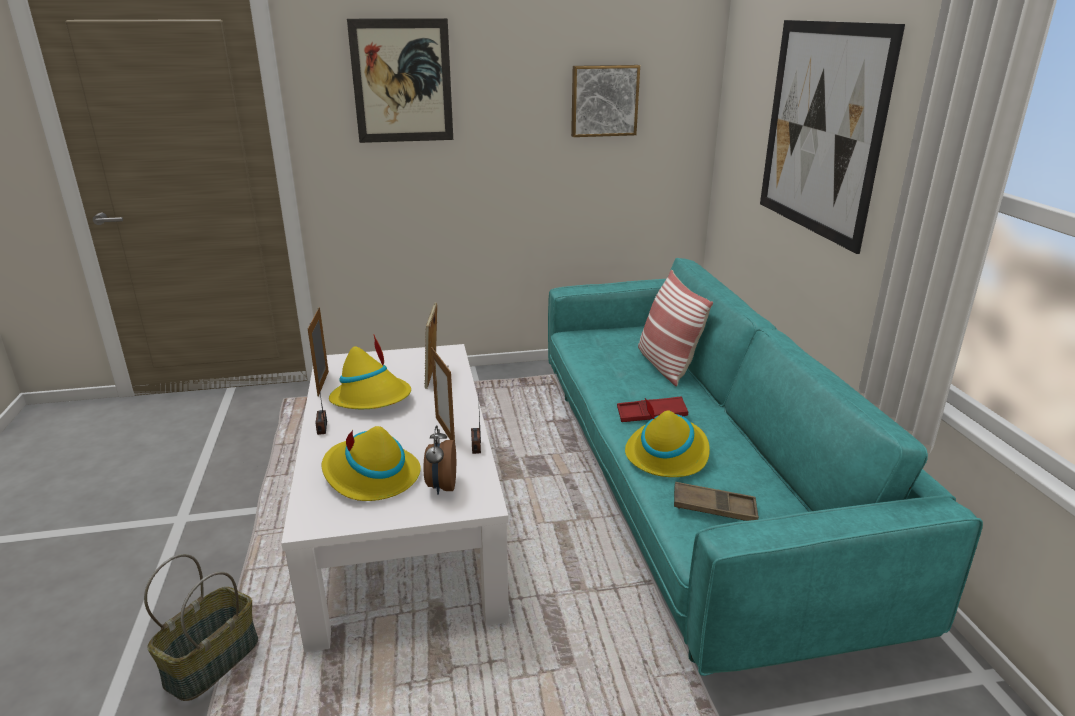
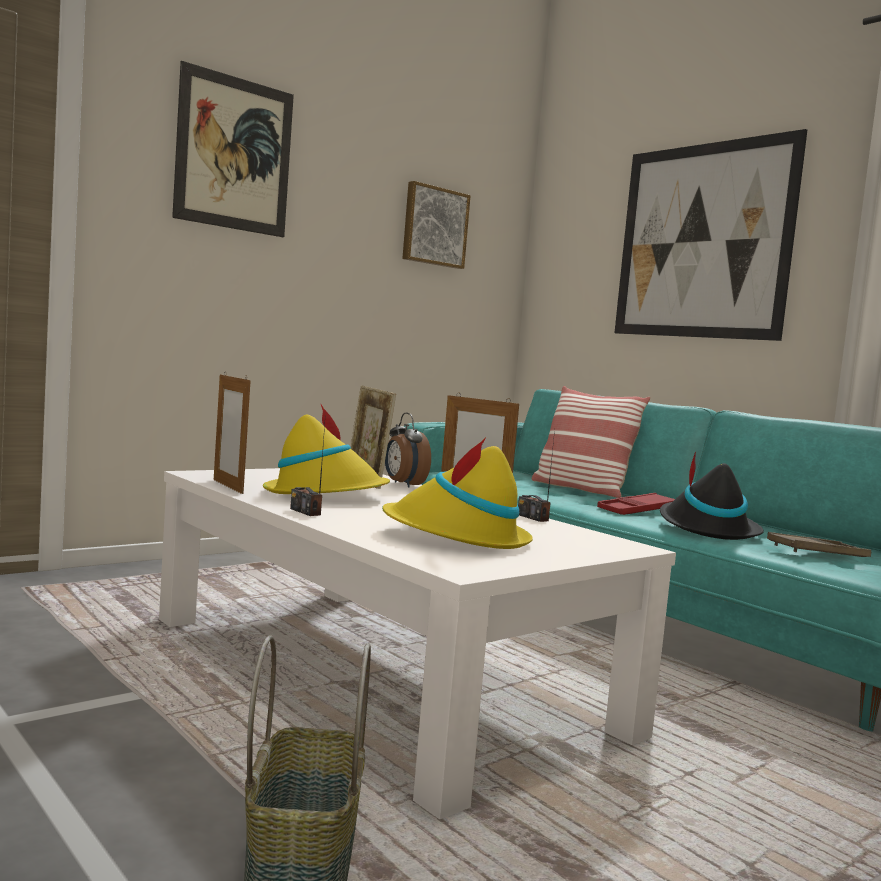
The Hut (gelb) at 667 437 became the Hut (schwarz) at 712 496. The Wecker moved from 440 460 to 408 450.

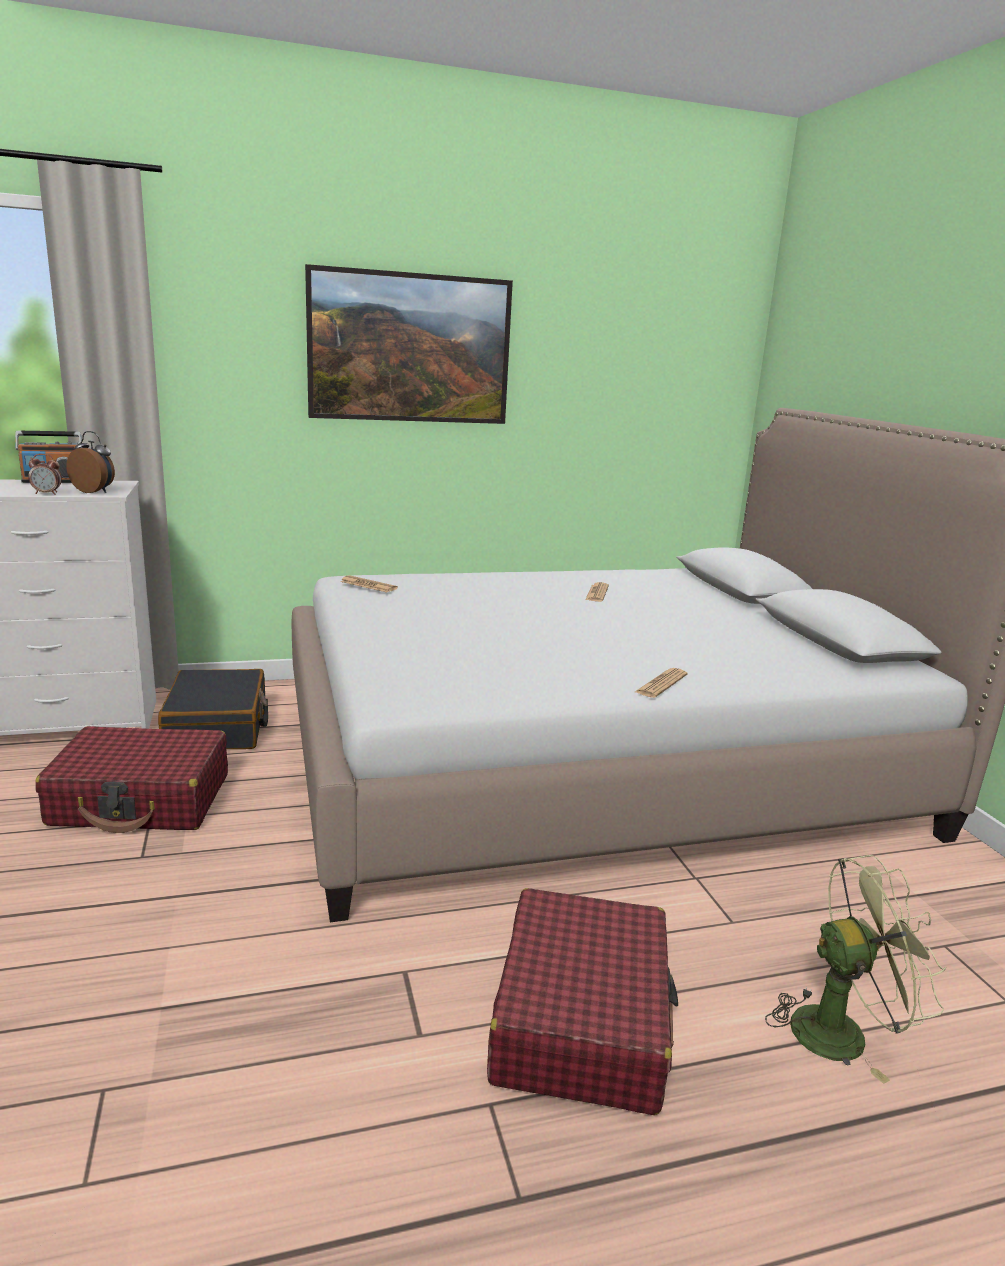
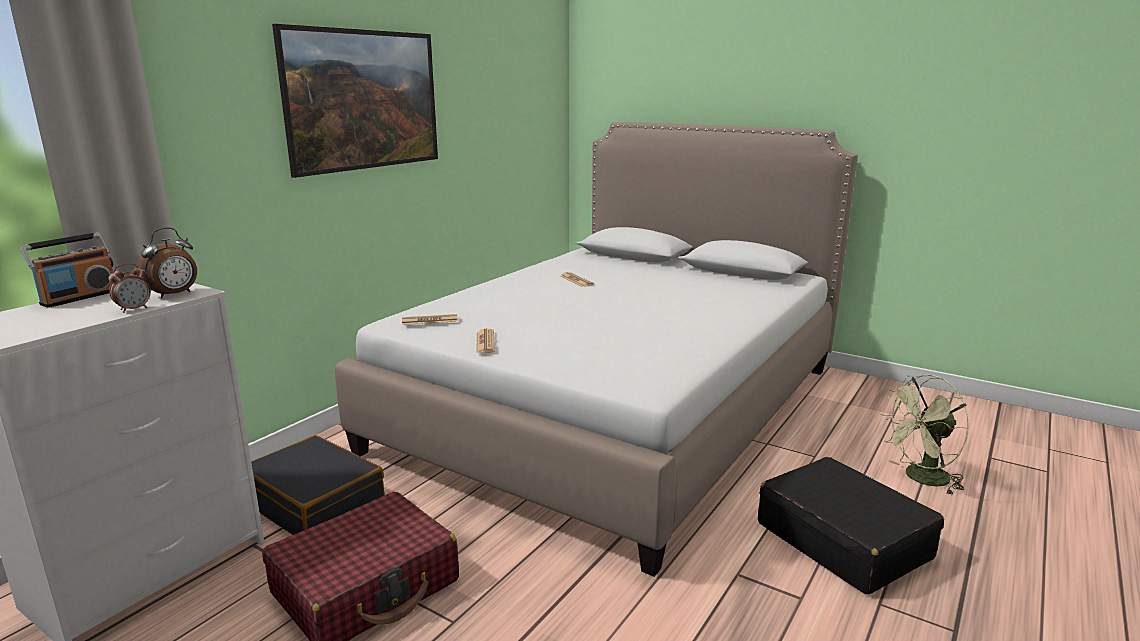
The Wecker at 90 462 turned 150 degrees clockwise. The Zeitung moved from 661 683 to 485 340. The Ventilator (grün) at 855 969 turned 150 degrees counterclockwise. The Koffer (rot) at 582 1001 became the Koffer (schwarz) at 851 526.

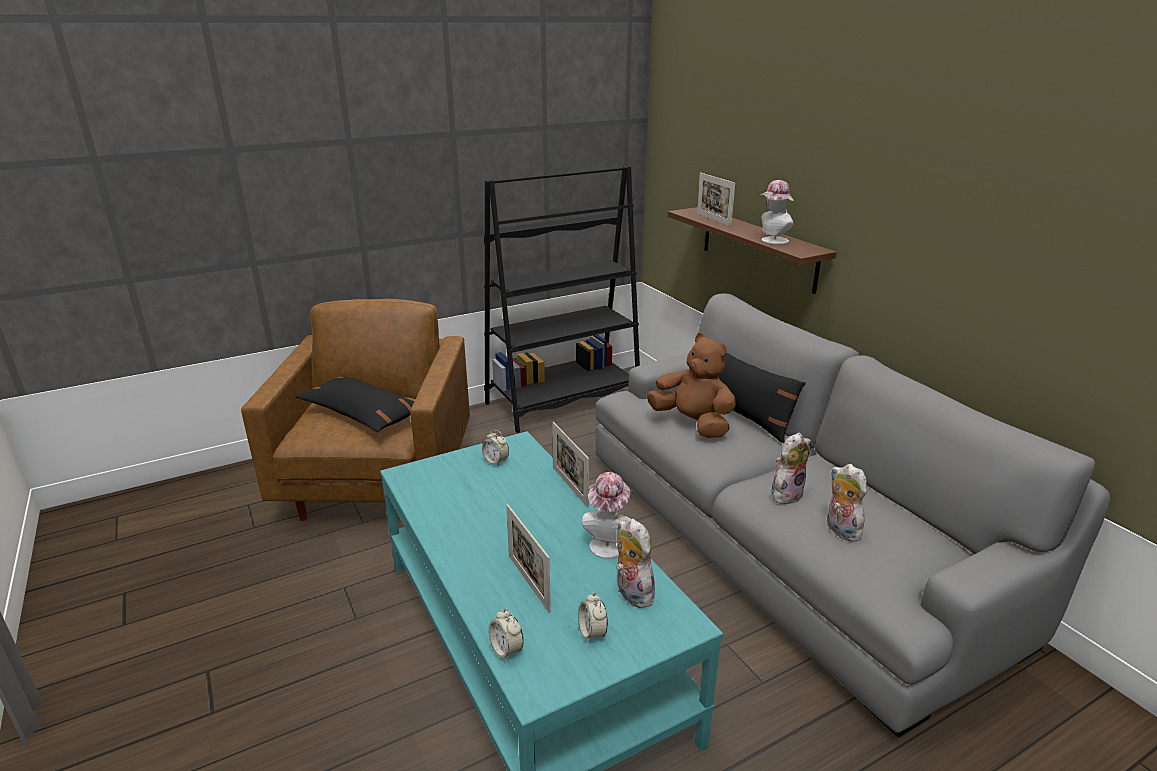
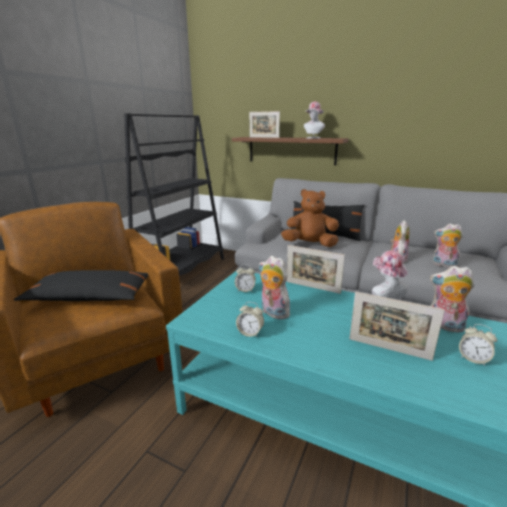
The Wecker moved from 506 634 to 250 319. The Plüschtier at 276 287 appeared.

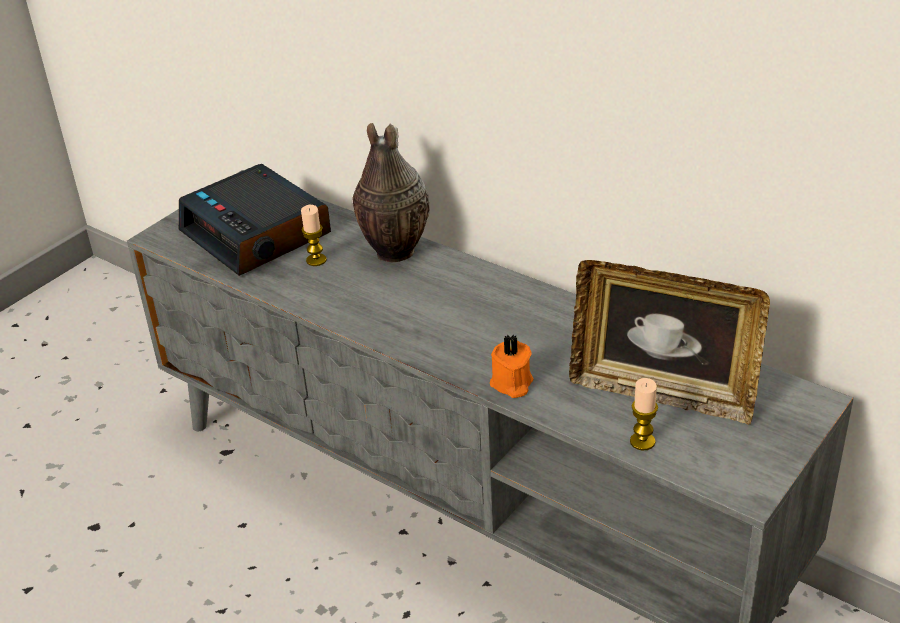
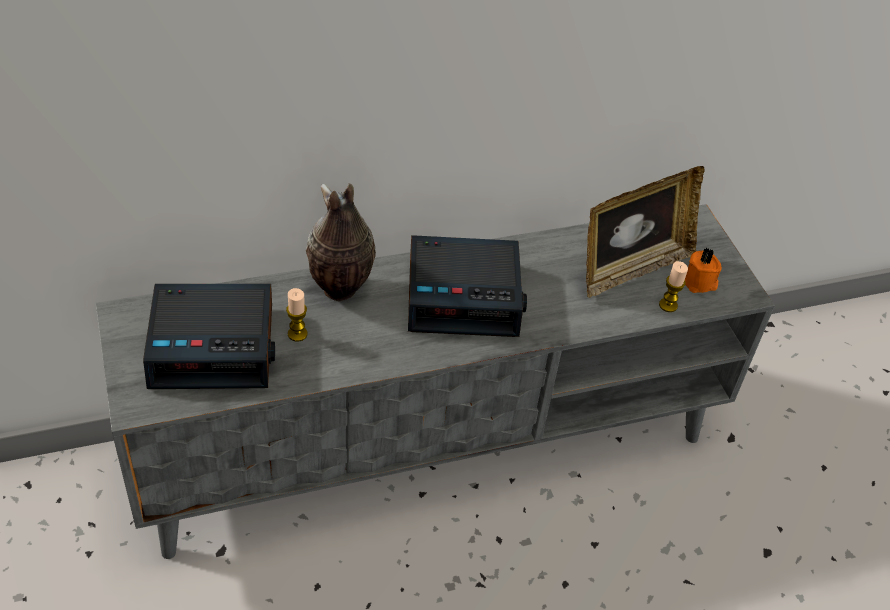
The Kerze (orange) moved from 512 366 to 703 270. The Wecker at 467 286 appeared.

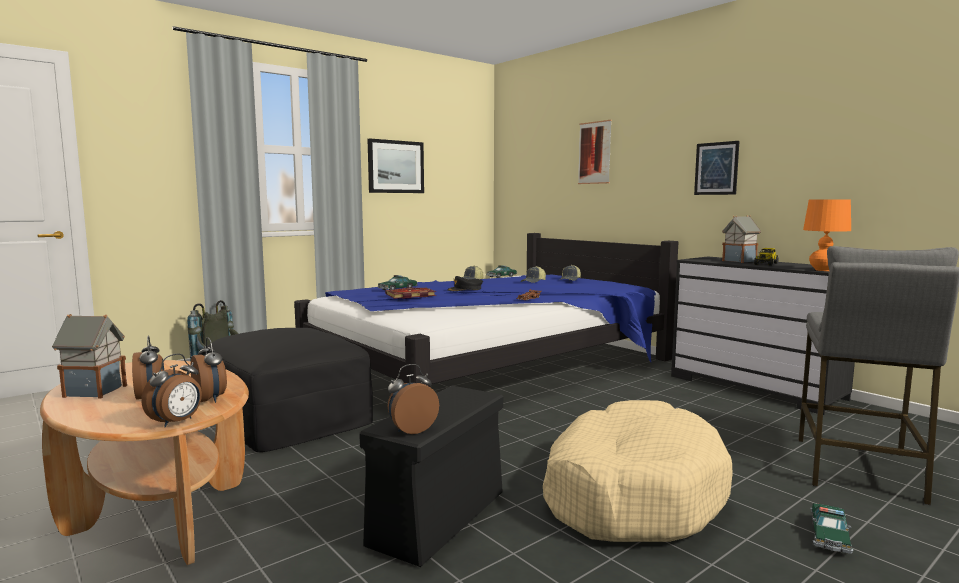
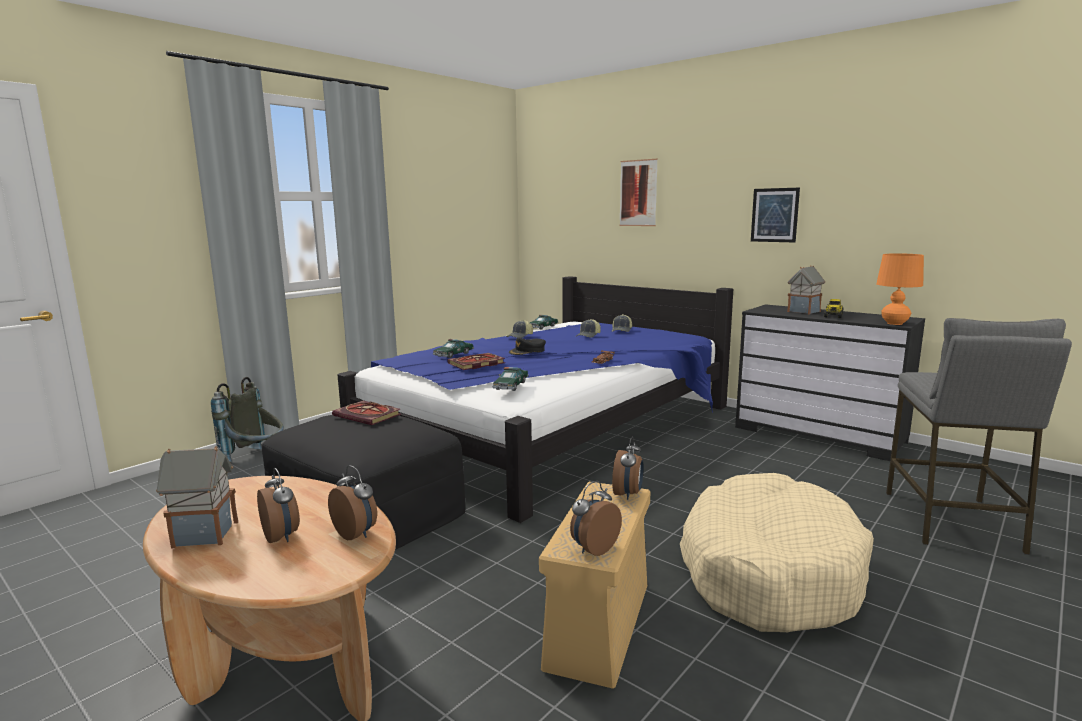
The Bild at 396 165 disappeared. The Wecker moved from 171 390 to 627 468. The Aufbewahrungsbox (schwarz) at 431 476 became the Aufbewahrungsbox (beige) at 594 585. The Spielzeugauto moved from 831 528 to 510 379. The Buch at 366 413 appeared.

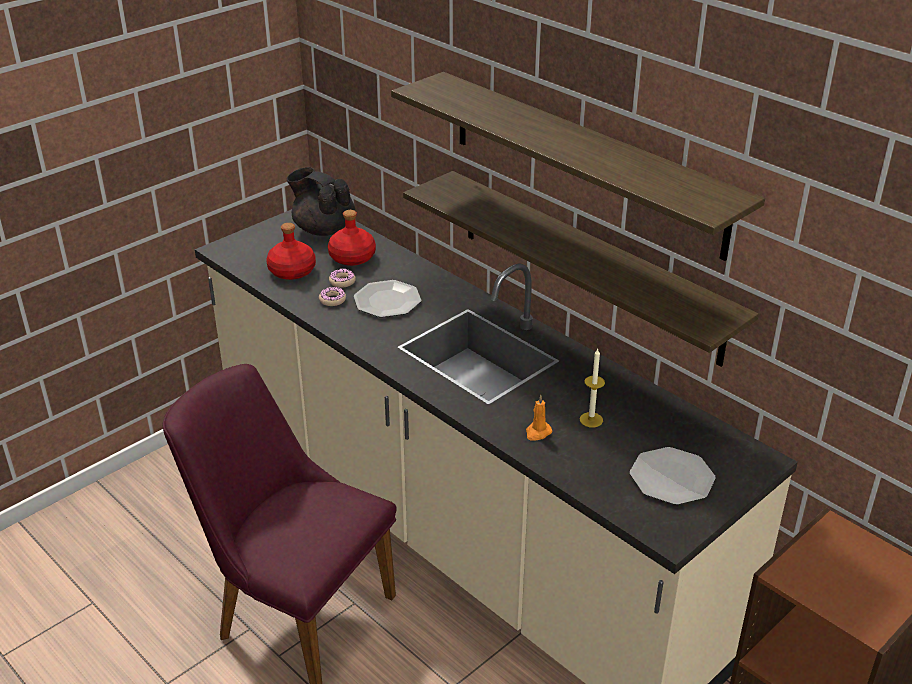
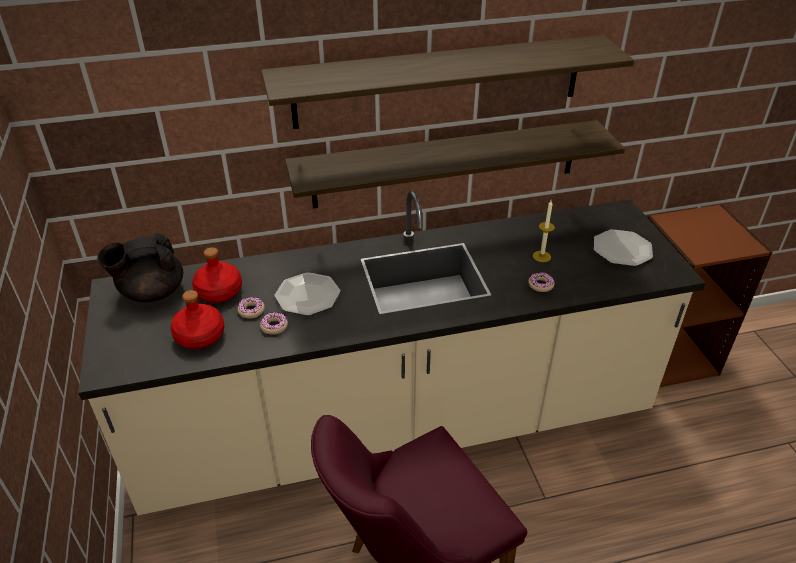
The Kerze (orange) at 539 418 was replaced by the Donut at 541 282.

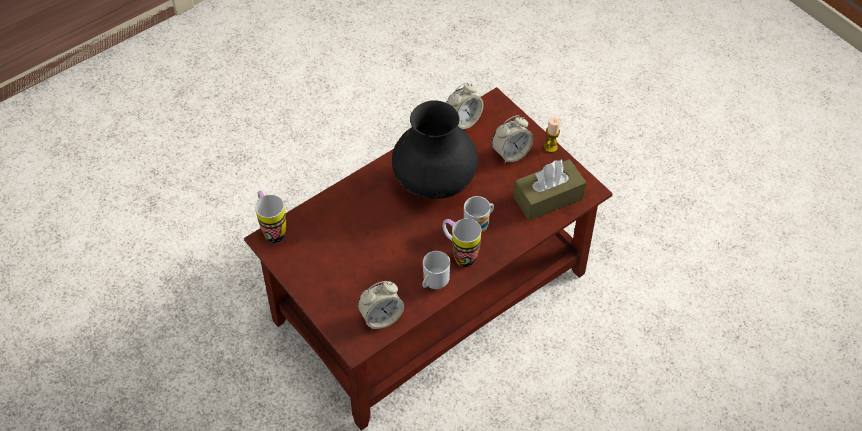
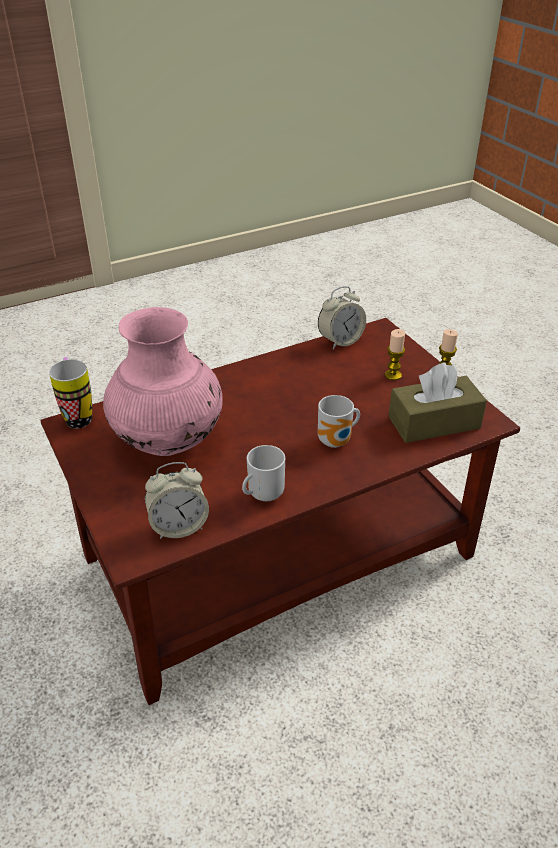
The Vase (schwarz) at 435 149 disappeared. The Wecker at 512 139 was replaced by the Kerze at 395 354. The Henkelbecher at 461 242 disappeared. The Vase (rosa) at 163 381 appeared.

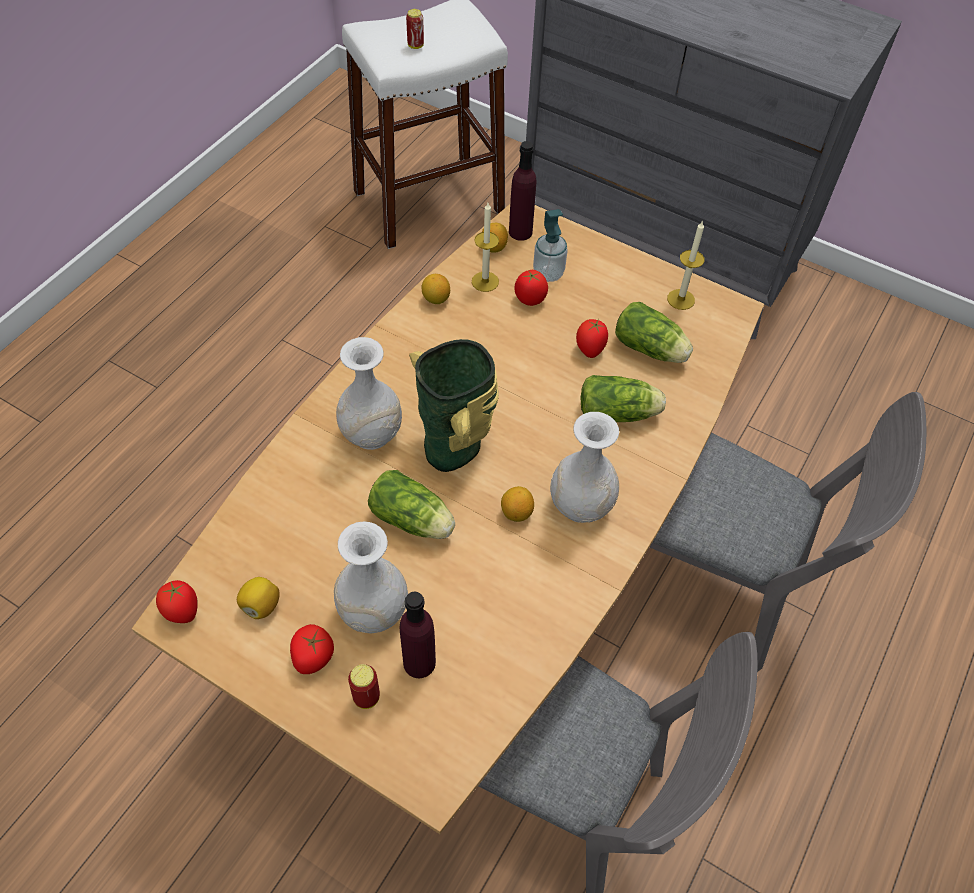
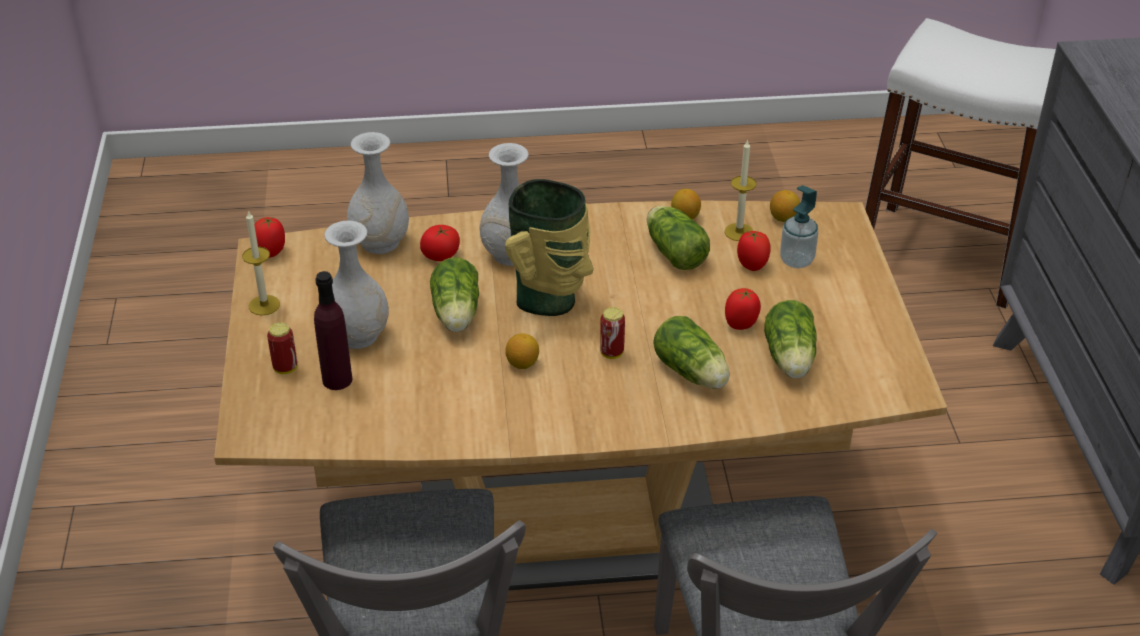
The Dose moved from 415 29 to 612 333. The Flasche (lila) at 522 191 disappeared. The Kerze moved from 685 265 to 261 262. The Vase (weiß) moved from 584 467 to 378 193. The Zitrone at 258 598 disappeared. The Tomate moved from 312 649 to 440 243. The Salatkopf at 678 238 appeared.

